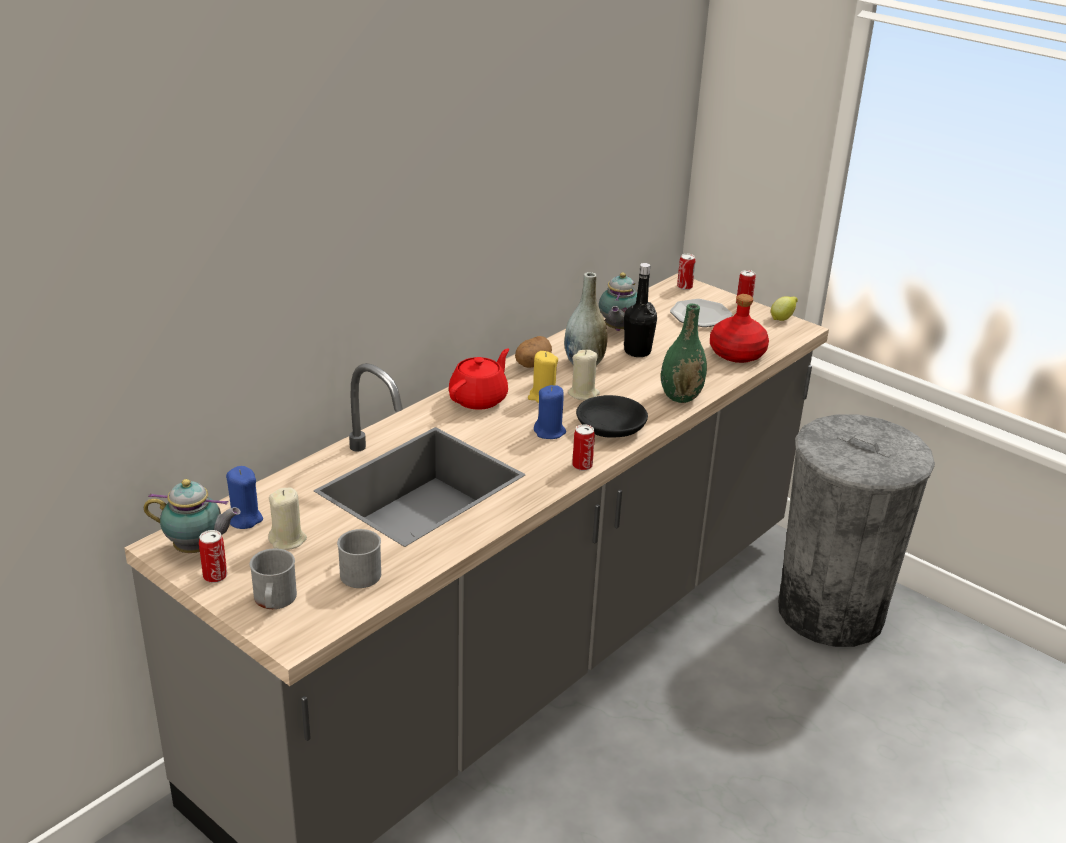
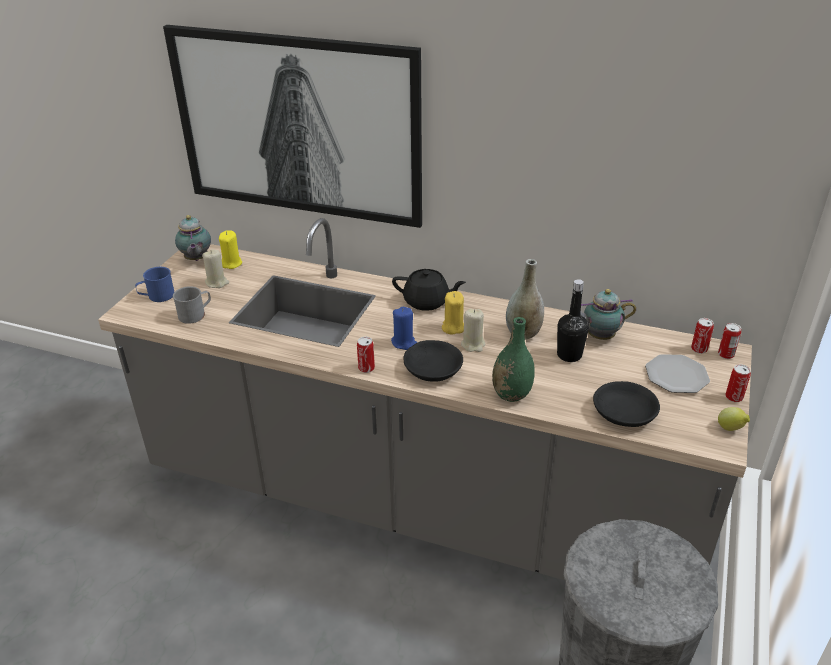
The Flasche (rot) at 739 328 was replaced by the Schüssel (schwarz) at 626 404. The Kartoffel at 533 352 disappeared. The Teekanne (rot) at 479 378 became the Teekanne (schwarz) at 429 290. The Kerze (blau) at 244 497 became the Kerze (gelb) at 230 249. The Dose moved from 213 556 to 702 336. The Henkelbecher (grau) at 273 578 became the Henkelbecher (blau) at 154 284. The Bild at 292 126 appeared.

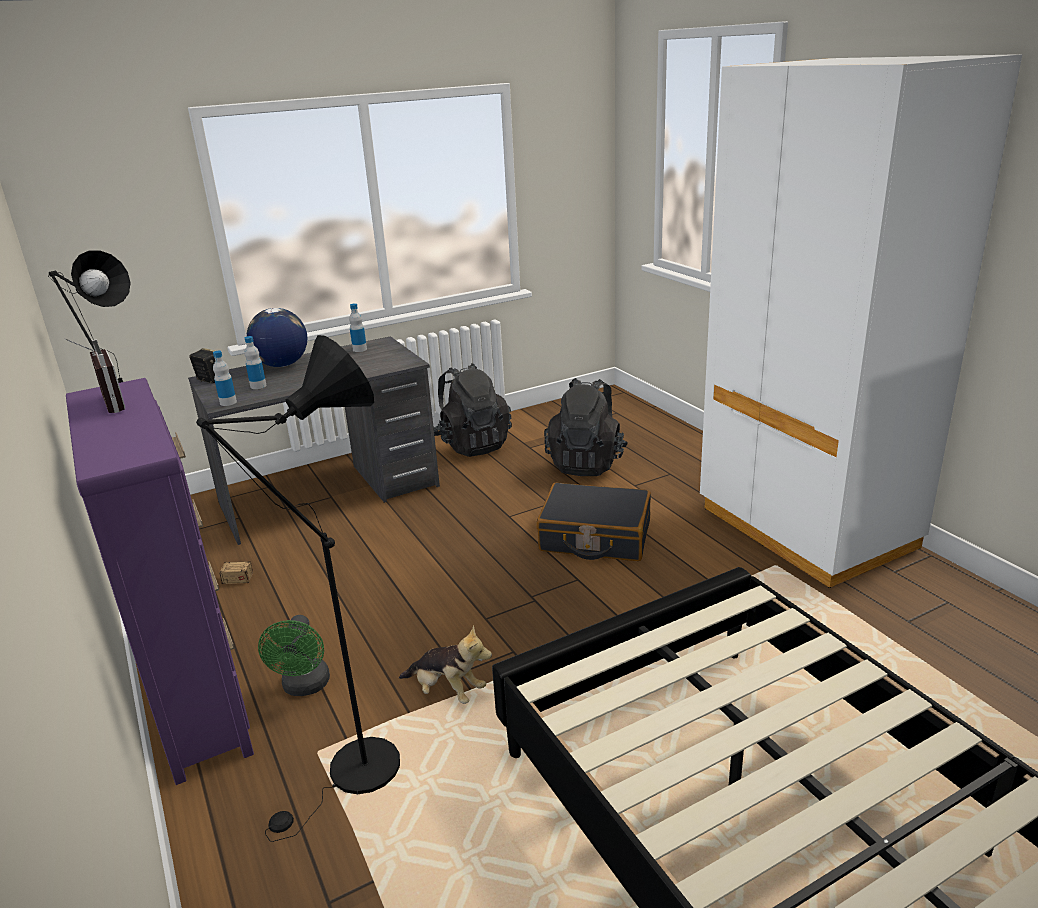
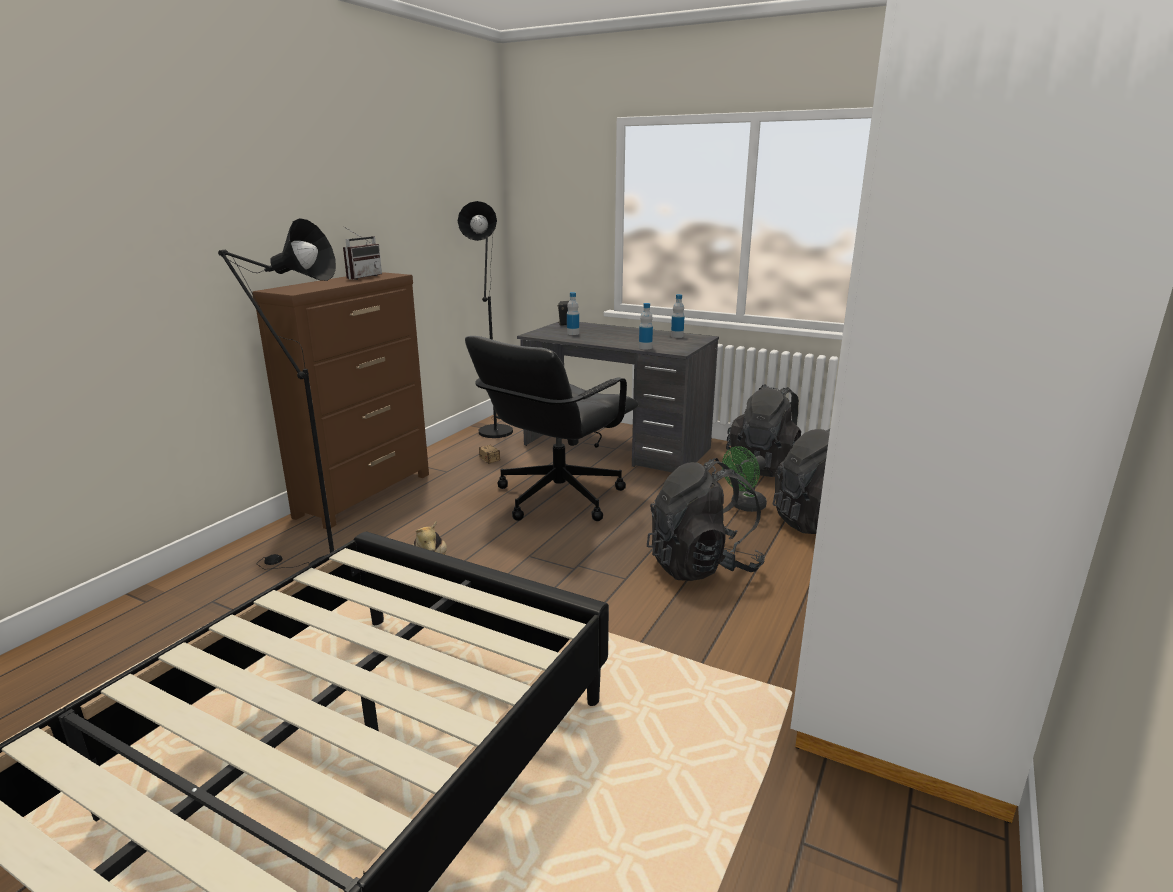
The Globus at 276 337 disappeared. The Flasche moved from 225 378 to 646 326. The Kommode (lila) at 160 581 became the Kommode (braun) at 340 400. The Koffer (schwarz) at 594 522 was replaced by the Rucksack (schwarz) at 706 519. The Ventilator (grün) moved from 294 655 to 744 479. The Bürostuhl (schwarz) at 552 428 appeared.

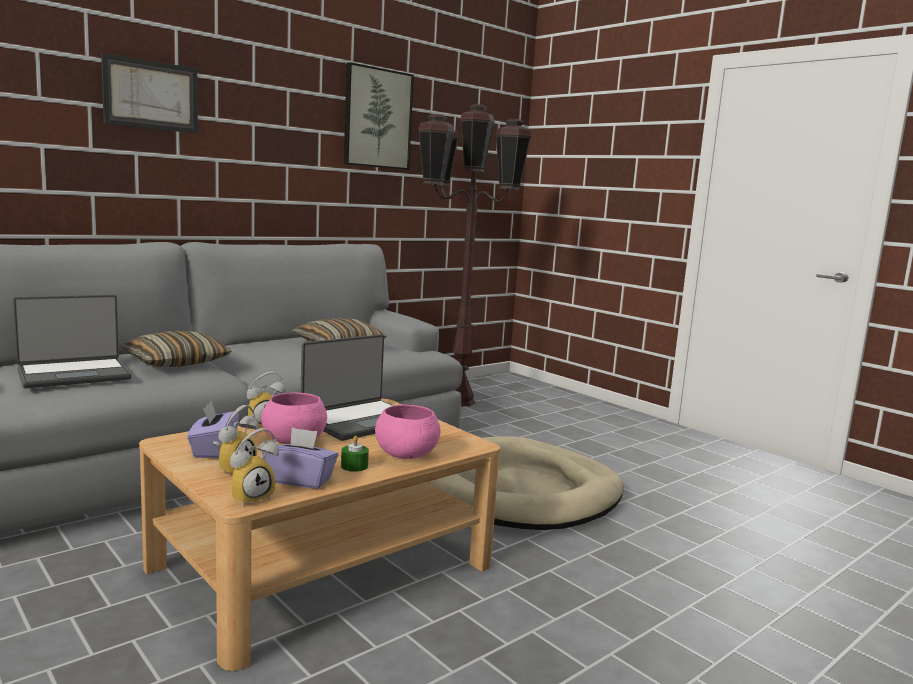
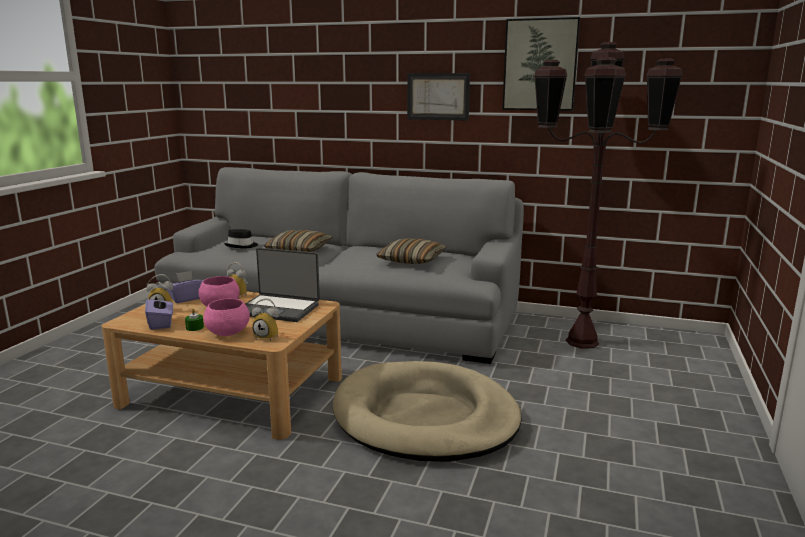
The Bild moved from 149 93 to 438 97. The Laptop at 72 341 was replaced by the Hut (schwarz) at 241 239. The Wecker moved from 254 467 to 265 319.

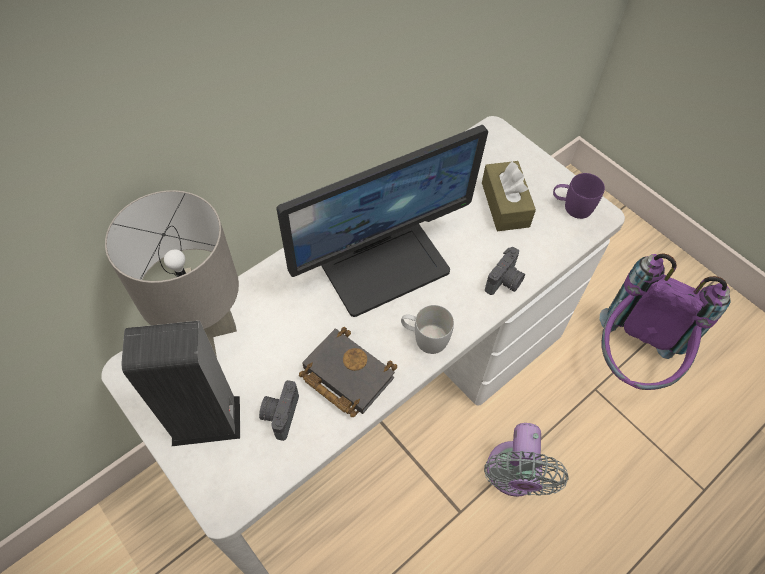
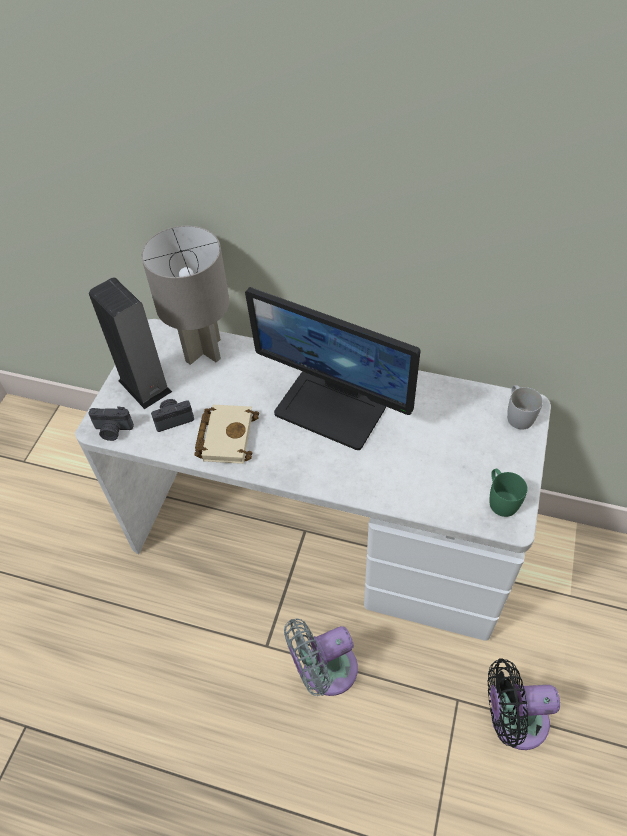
The Taschentuchbox (braun) at 509 196 disappeared. The Henkelbecher (lila) at 579 196 became the Henkelbecher (grün) at 508 493. The Kamera moved from 505 271 to 111 423. The Rucksack (lila) at 665 321 was replaced by the Ventilator (schwarz) at 524 704. The Henkelbecher (weiß) moved from 427 329 to 525 407. The Buch (schwarz) at 348 372 became the Buch (beige) at 226 434.

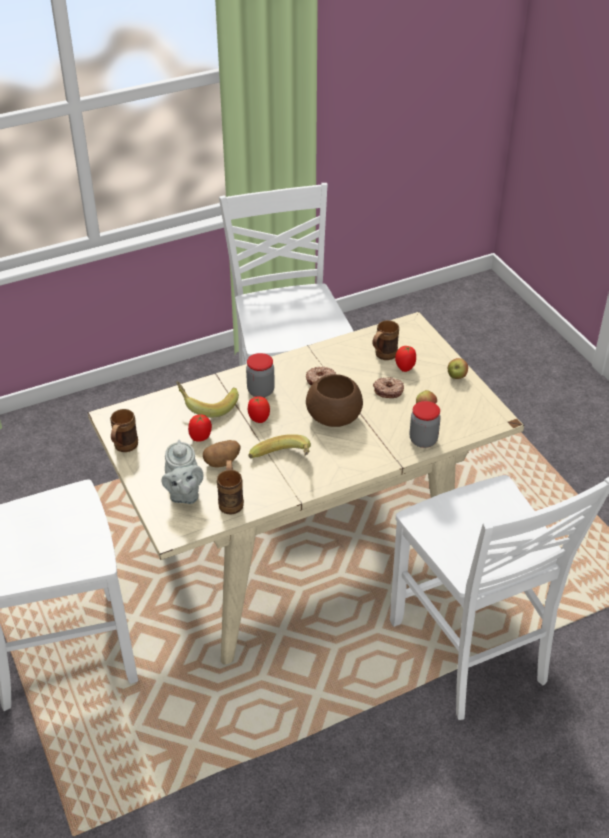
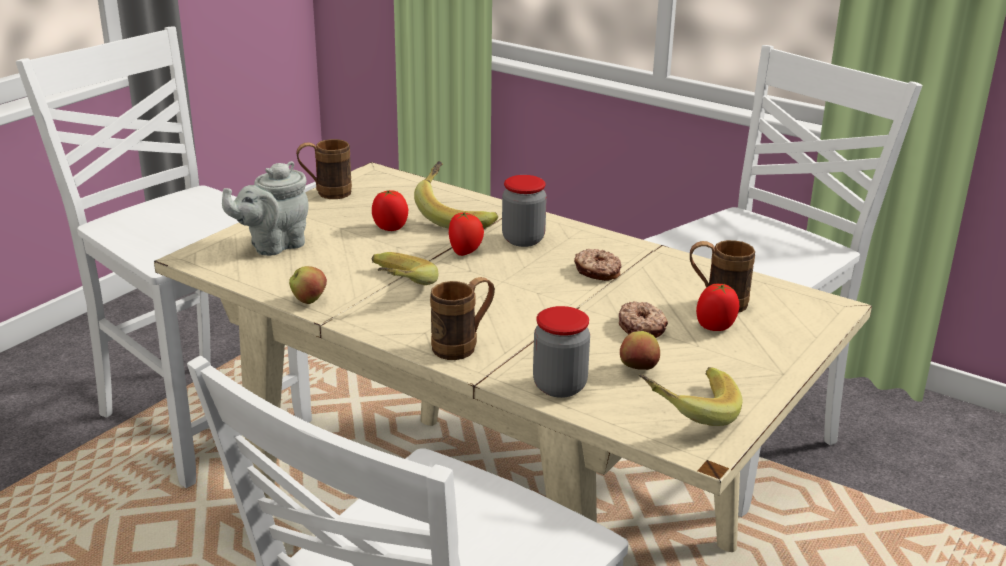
The Apfel moved from 458 368 to 308 285. The Schüssel (braun) at 334 400 disappeared. The Kartoffel at 222 453 disappeared. The Henkelbecher (braun) moved from 230 487 to 462 318. The Banane at 690 396 appeared.

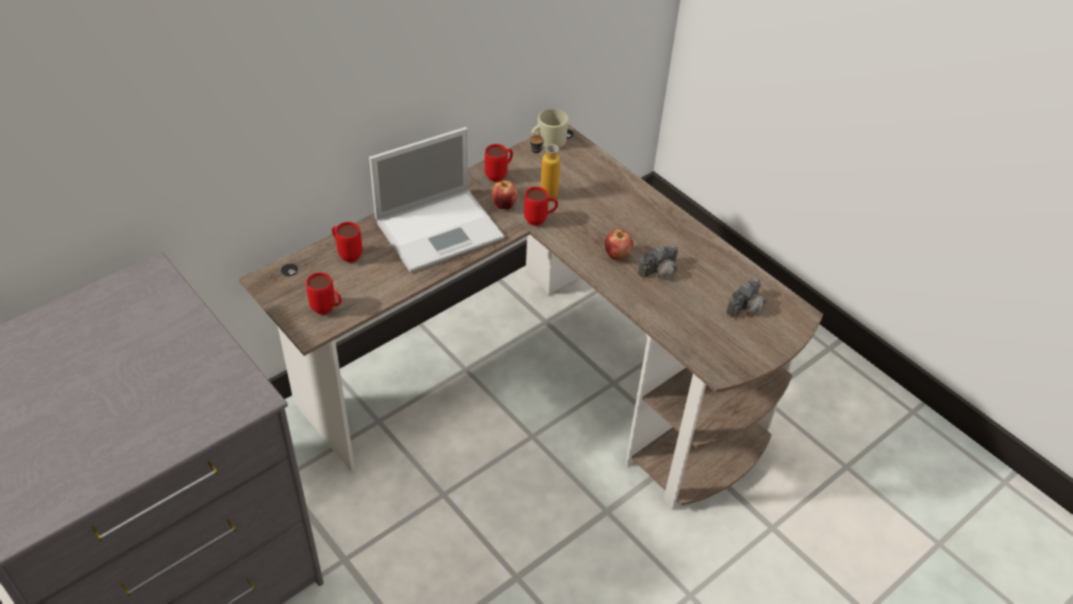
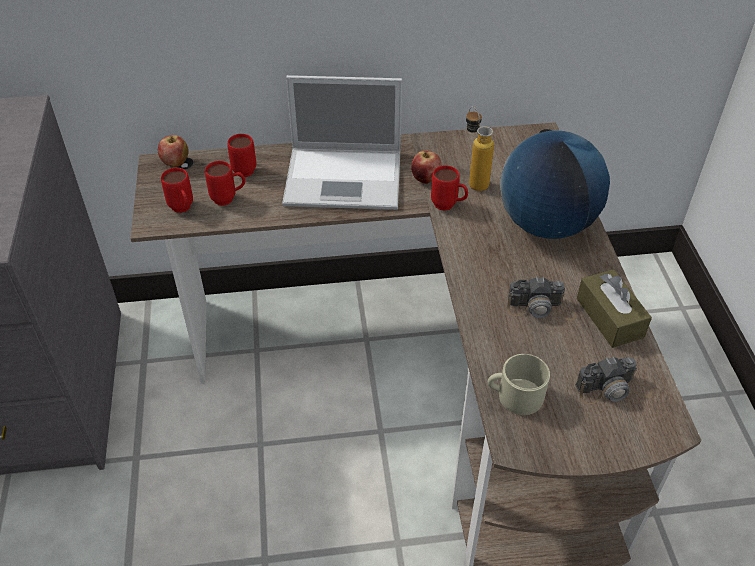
The Henkelbecher (beige) moved from 549 128 to 519 384. The Henkelbecher (rot) moved from 499 163 to 225 183. The Apfel moved from 619 245 to 173 151. The Globus at 555 184 appeared. The Taschentuchbox (braun) at 614 308 appeared.

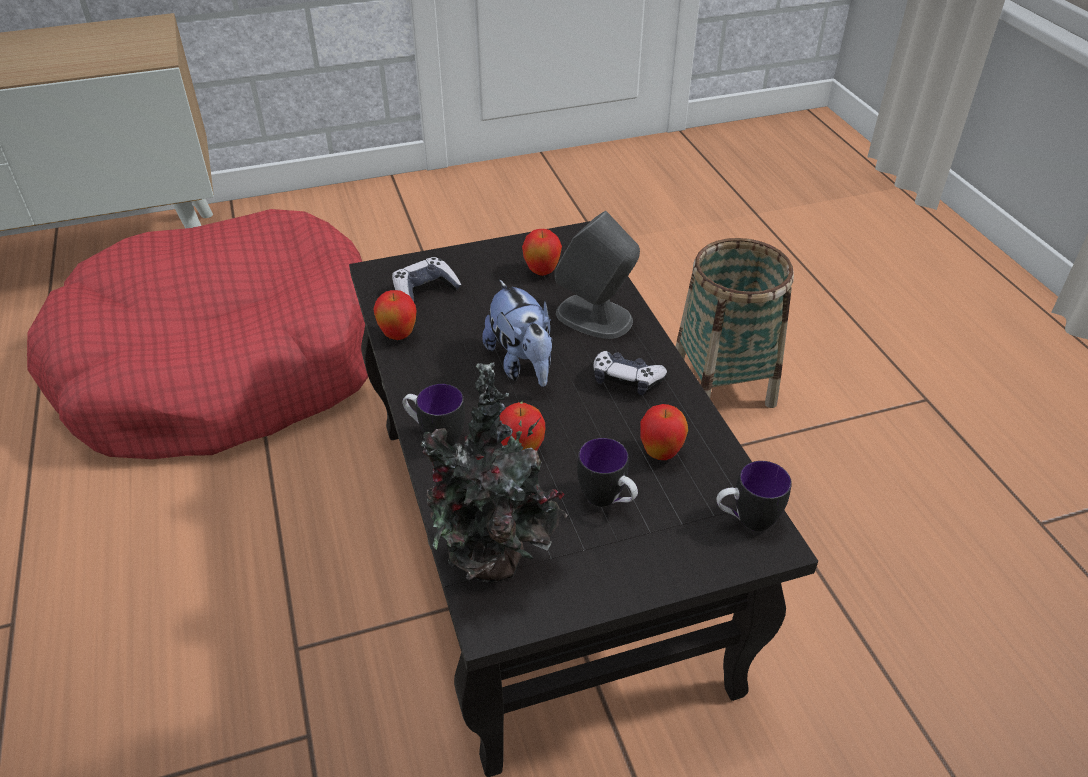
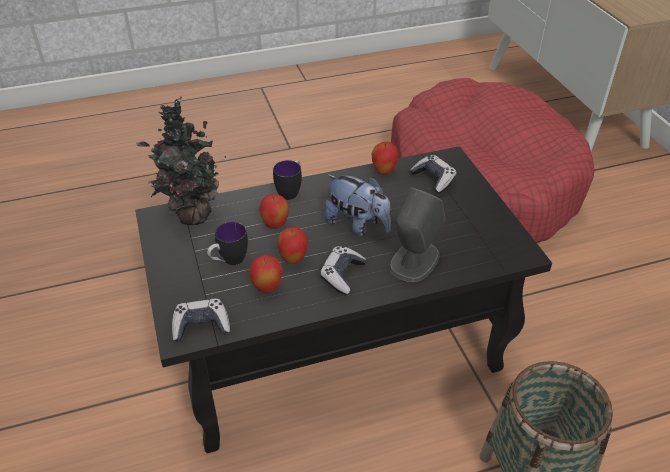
The Apfel moved from 542 252 to 292 245. The Plüschtier at 517 333 turned 120 degrees counterclockwise. The Henkelbecher at 754 496 was replaced by the Gamepad at 201 320.

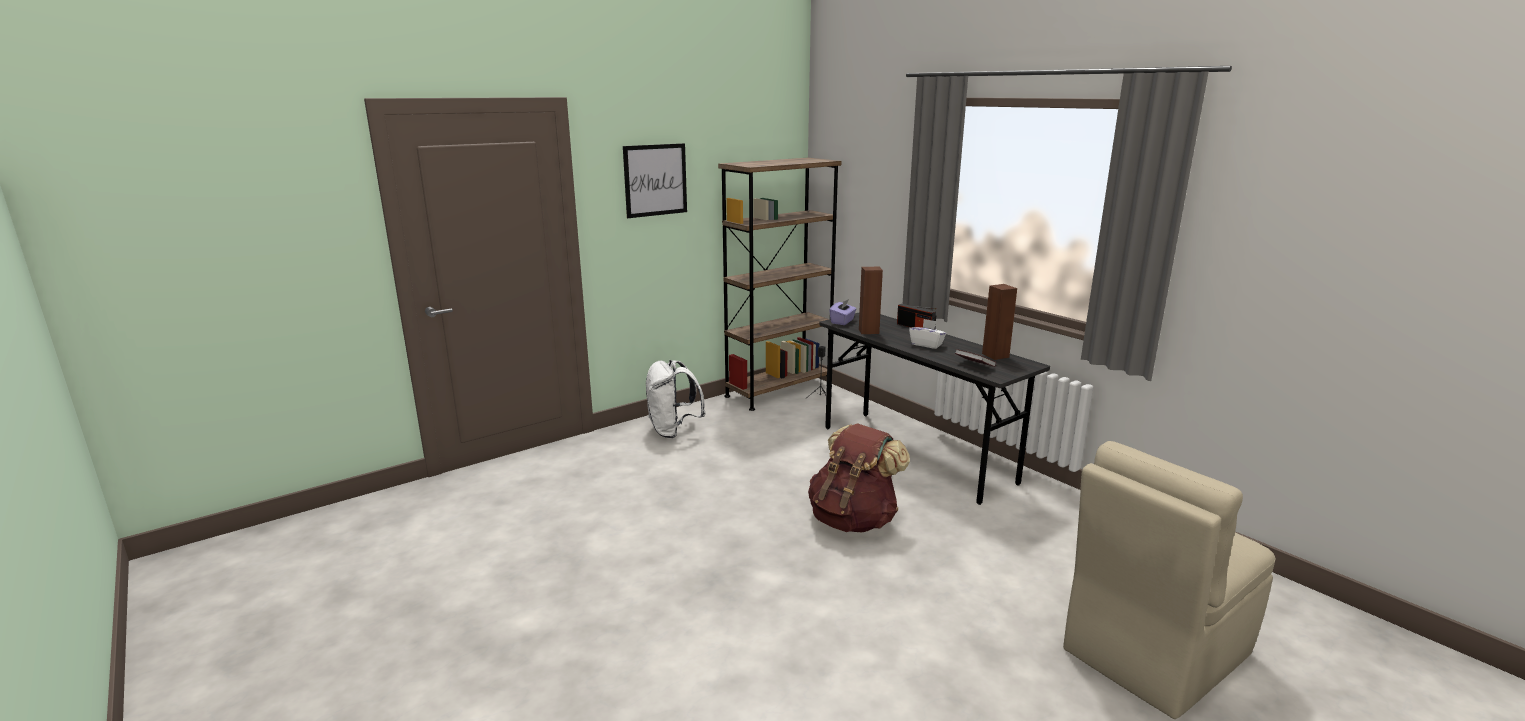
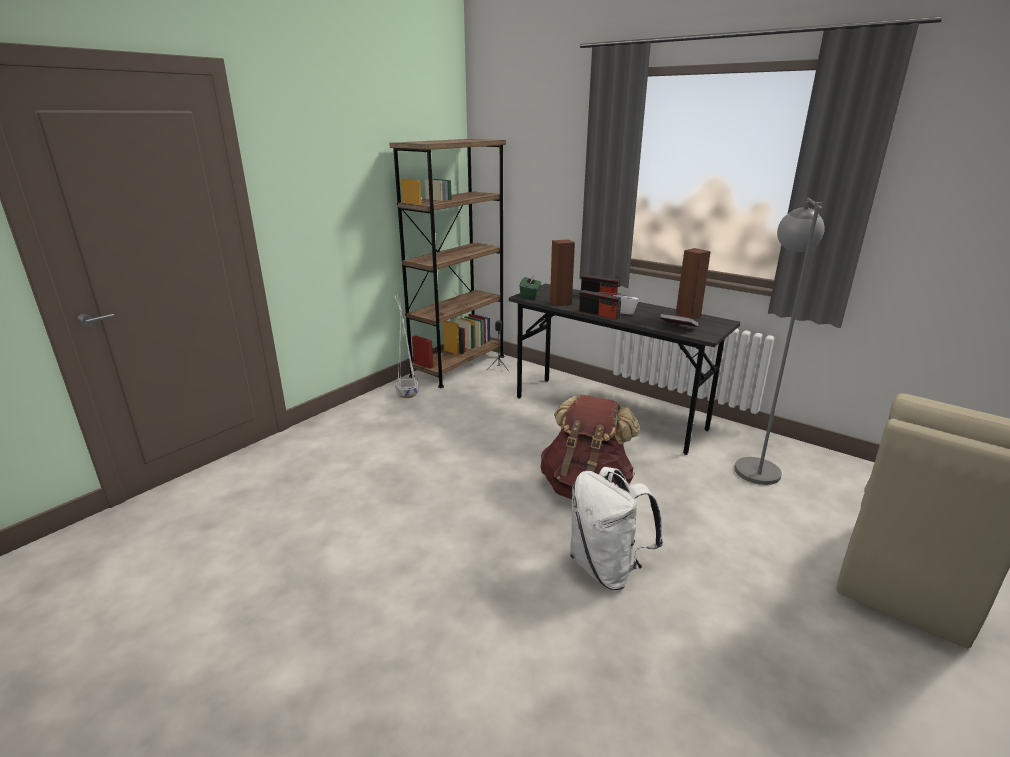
The Bild at 655 180 disappeared. The Taschentuchbox (lila) at 843 312 became the Taschentuchbox (grün) at 530 286. The Rucksack (weiß) moved from 676 399 to 616 528. The Stehlampe (grau) at 779 341 appeared. The Radio at 600 304 appeared. The Pflanzkübel (weiß) at 406 346 appeared.

